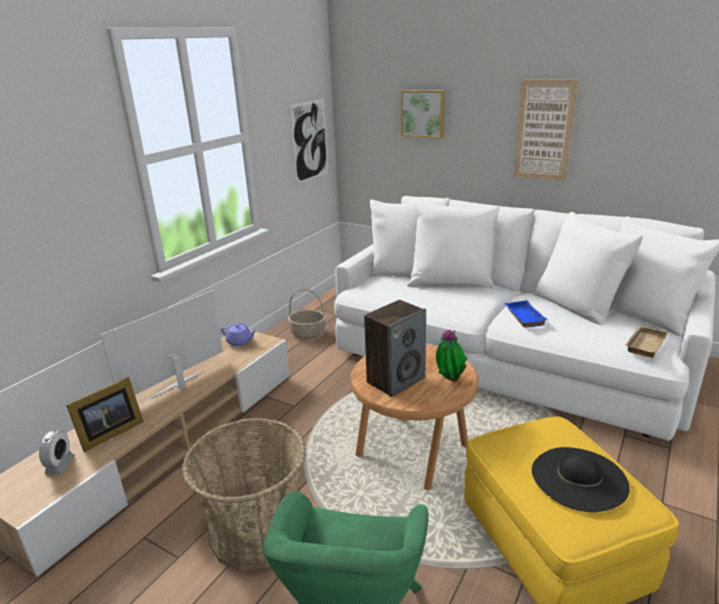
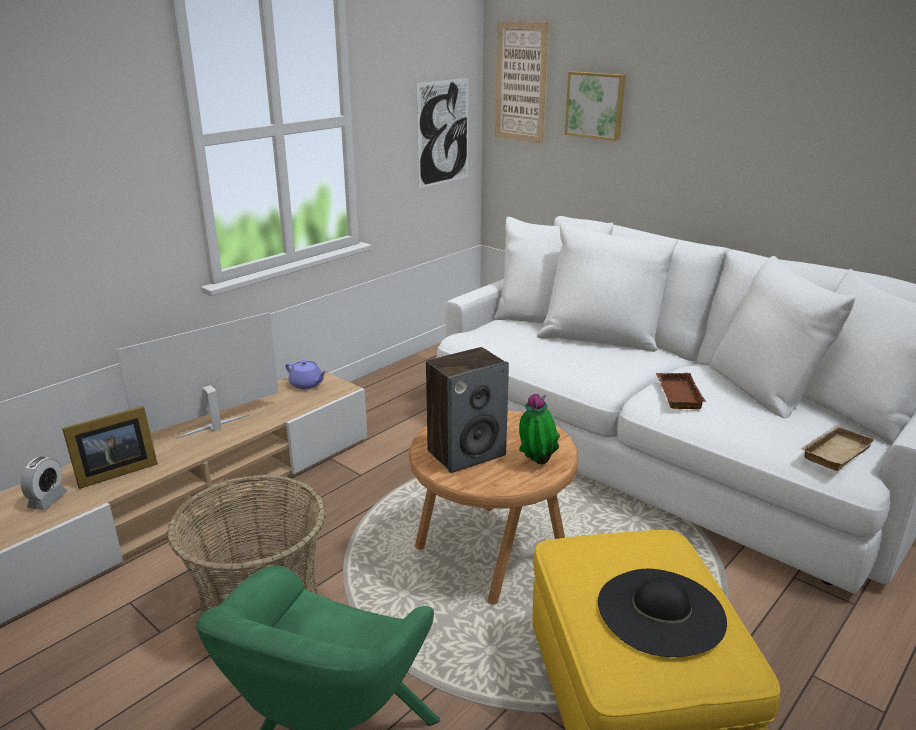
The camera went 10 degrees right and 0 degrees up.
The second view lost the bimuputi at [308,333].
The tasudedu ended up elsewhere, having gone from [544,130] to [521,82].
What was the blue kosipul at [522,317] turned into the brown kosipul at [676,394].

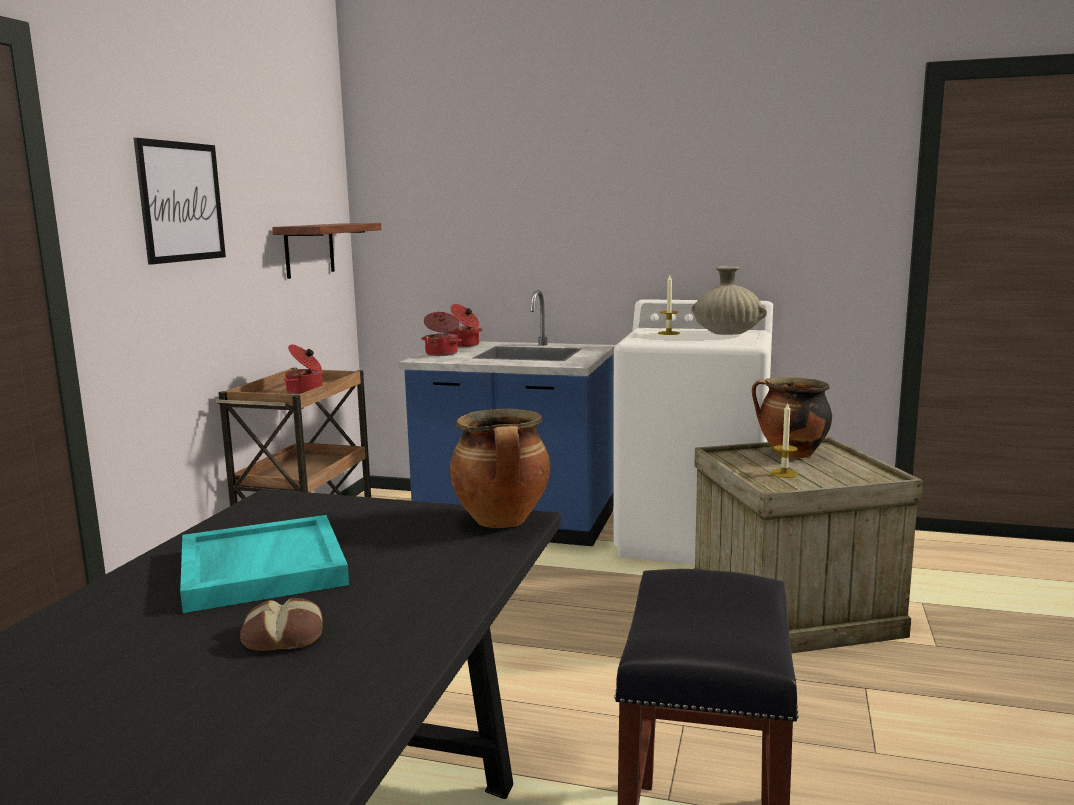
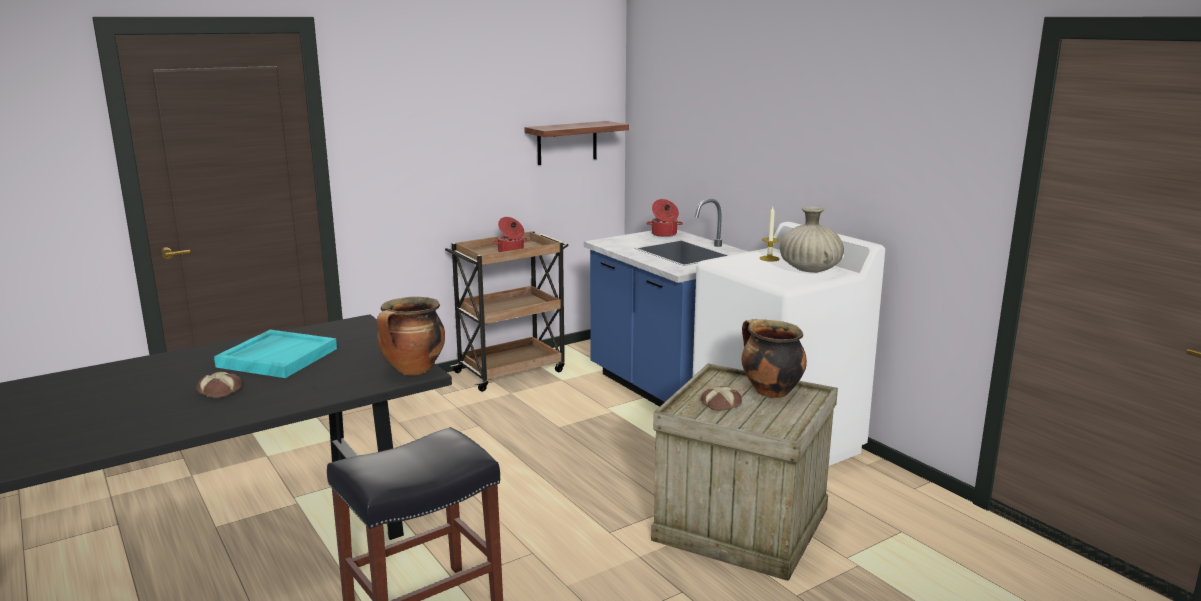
The camera went 40 degrees right and 5 degrees up.
The second view lost the tasudedu at [181,202].
The second view lost the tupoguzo at [442,353].
Where the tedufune stood at [784,473], the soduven came to stand at [720,403].

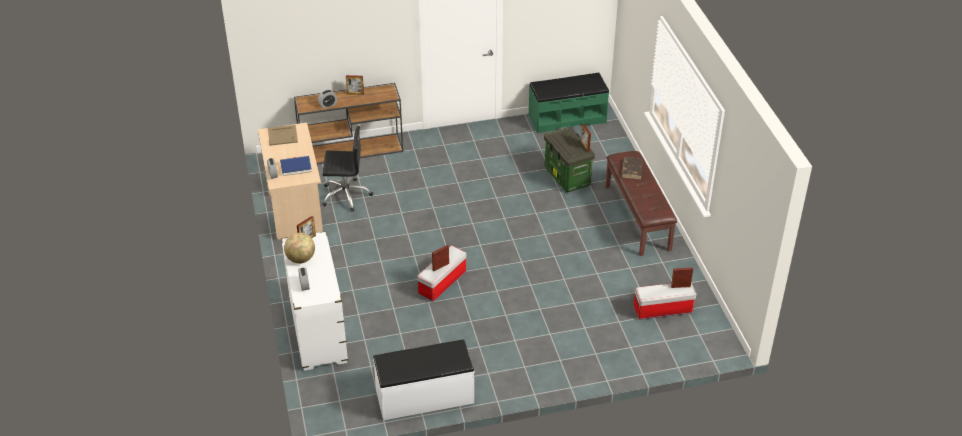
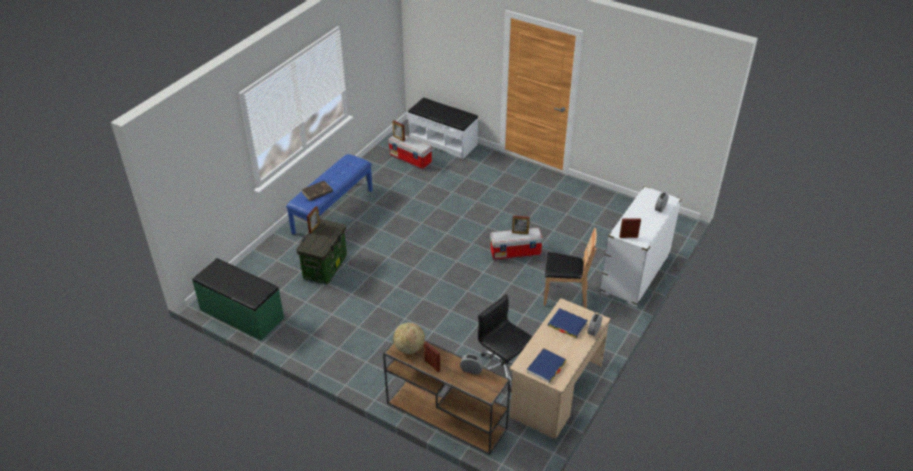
The camera went 135 degrees left and 0 degrees up.
The second view gained the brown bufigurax at [564,296].
The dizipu ended up elsewhere, having gone from [301,259] to [409,348].
The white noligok ended up elsewhere, having gone from [425,397] to [443,142].
Where the beige kosipul stood at [283,135], the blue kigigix came to stand at [546,367].
What was the brown noligok at [638,217] turned into the blue noligok at [332,211].

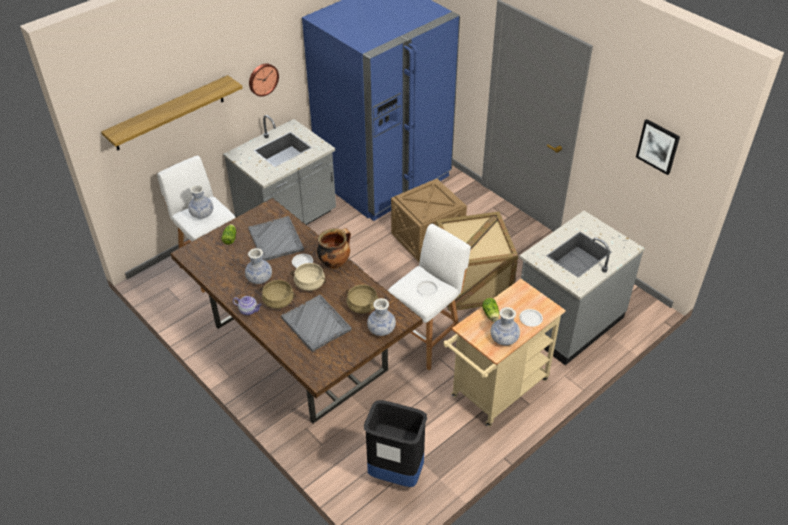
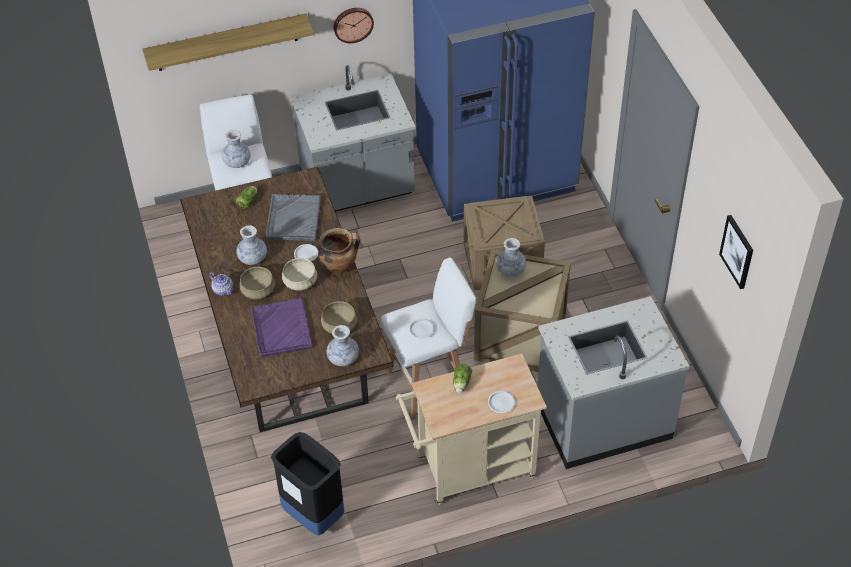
The camera went 25 degrees right and 5 degrees up.
The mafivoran ended up elsewhere, having gone from [504,339] to [510,270].
What was the grey kosipul at [316,324] turned into the purple kosipul at [281,329].

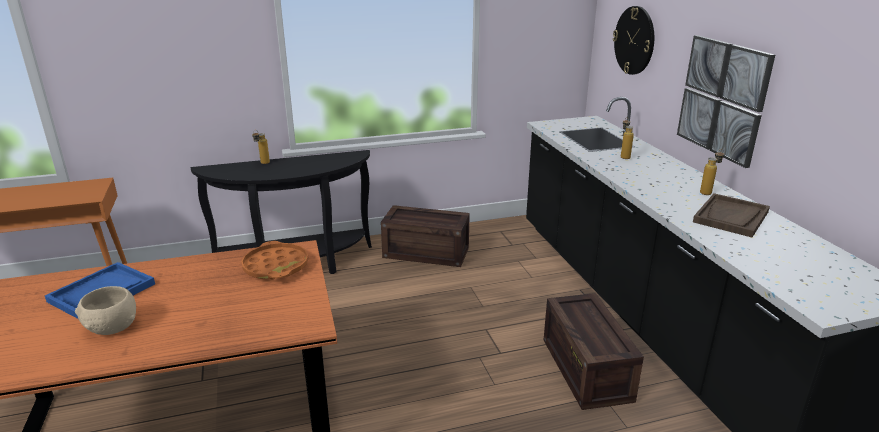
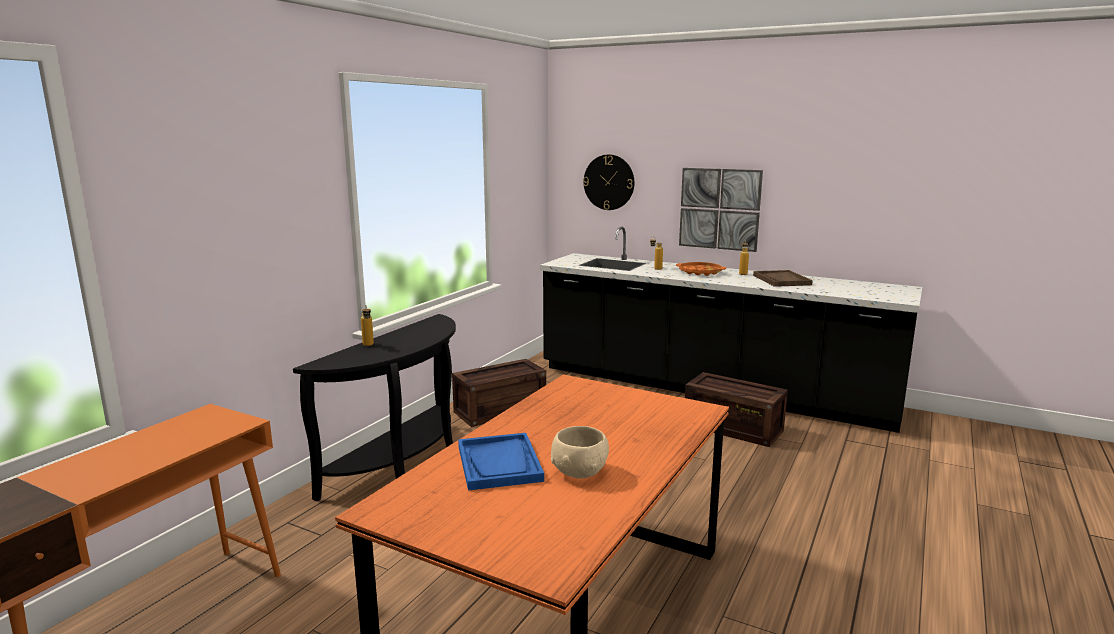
The camera went 45 degrees left and 10 degrees down.
The orange kosipul ended up elsewhere, having gone from [276,266] to [700,272].

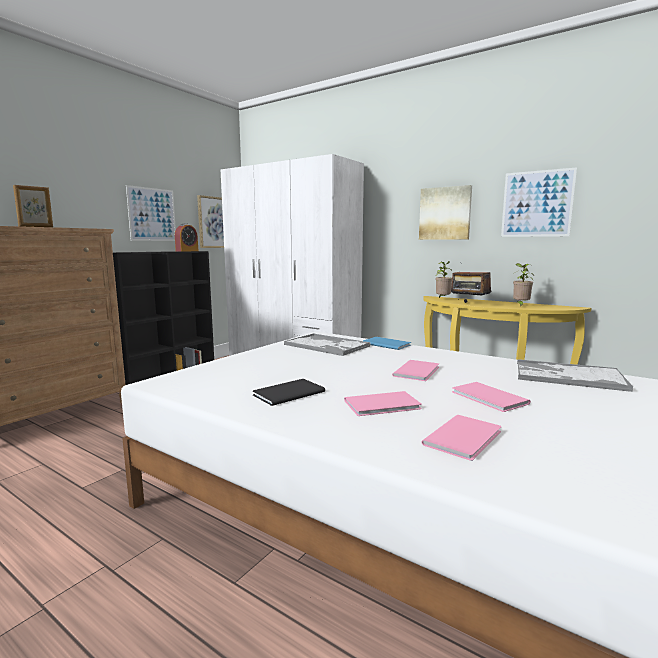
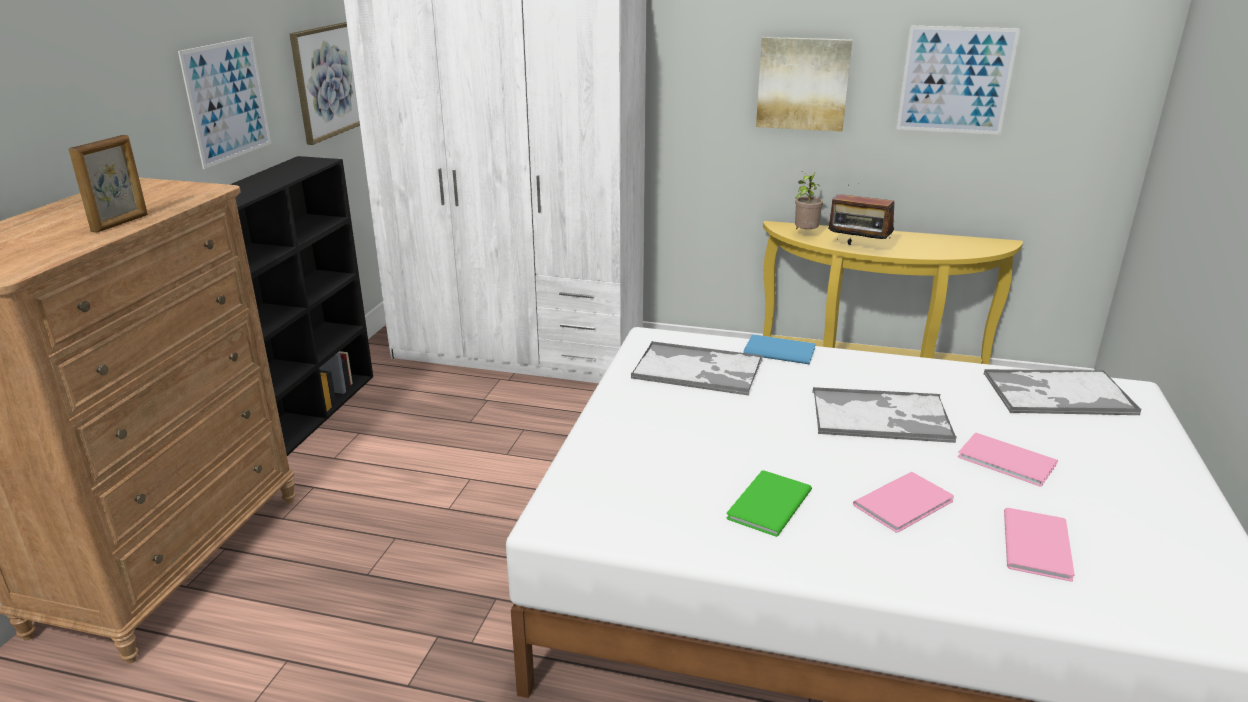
The camera went 20 degrees left and 15 degrees up.
The second view lost the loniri at [187,251].
The second view lost the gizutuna at [520,305].
Where the pink kigigix stood at [418,371], the kosipul came to stand at [881,416].
What was the black kigigix at [286,393] turned into the green kigigix at [766,505].

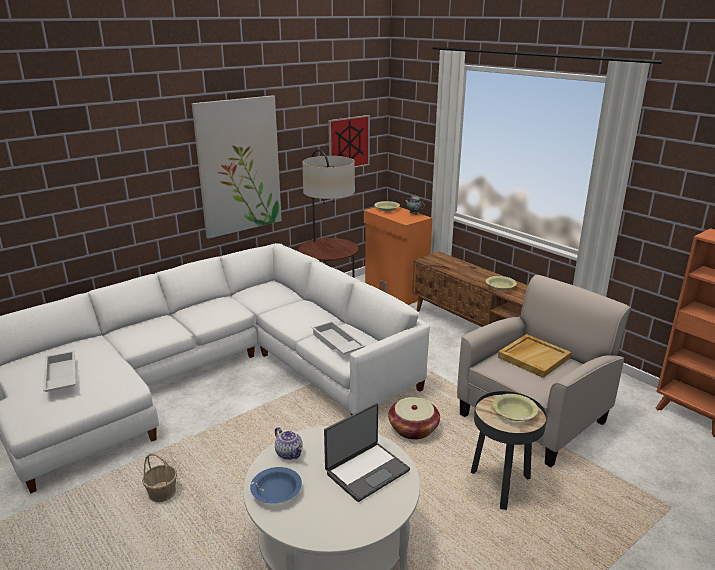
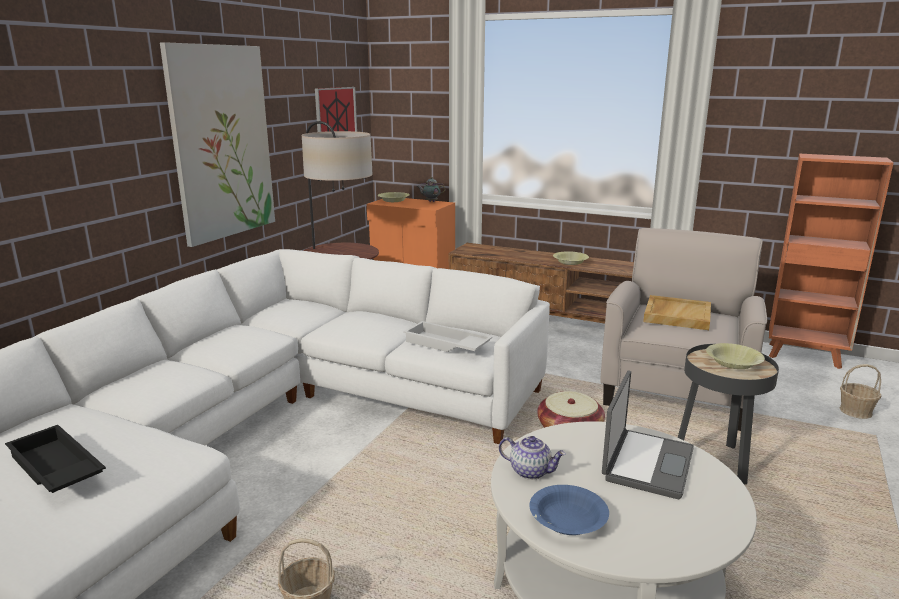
The camera went 25 degrees left and 5 degrees down.
The second view gained the bimuputi at [856,411].
What was the white kosipul at [60,377] turned into the black kosipul at [54,469].

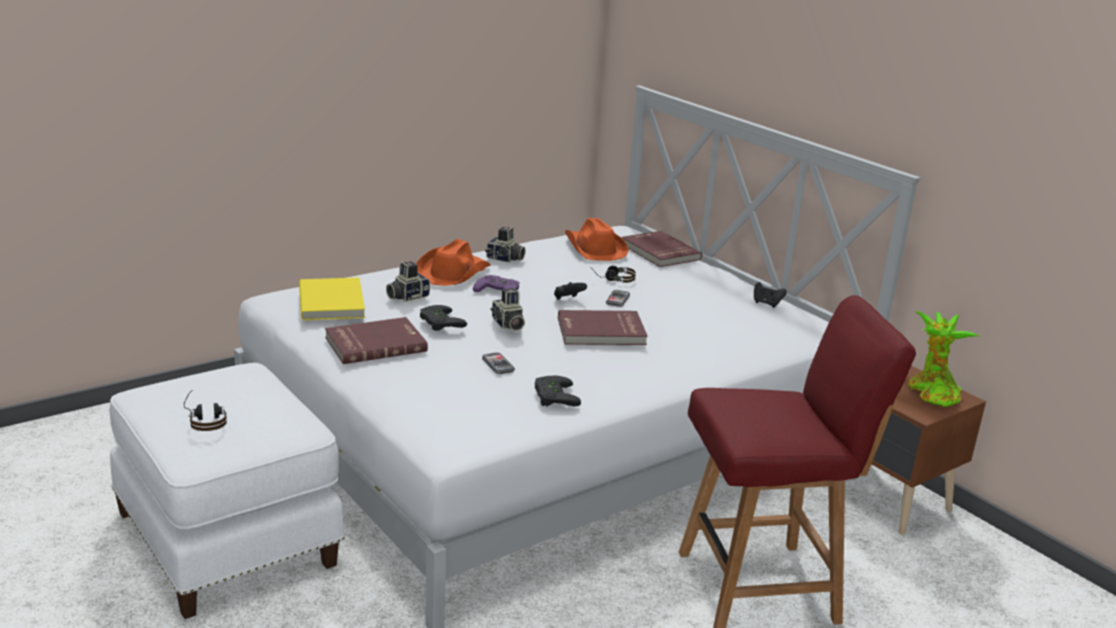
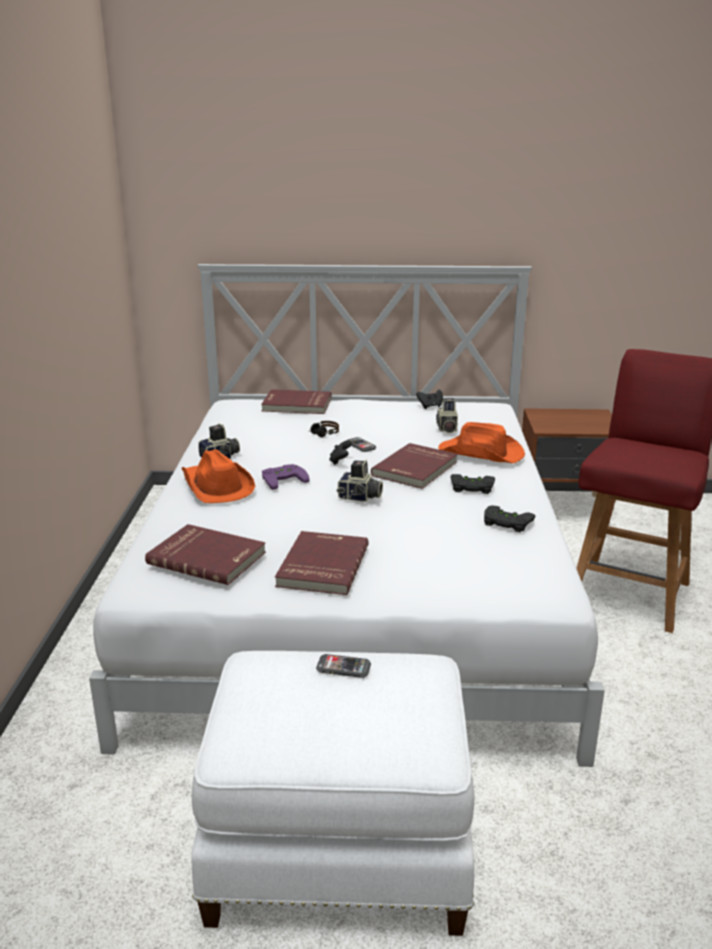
The camera went 50 degrees left and 0 degrees up.
The second view lost the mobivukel at [205,419].
The second view lost the gizutuna at [931,393].
The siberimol ended up elsewhere, having gone from [407,296] to [446,429].
The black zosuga ended up elsewhere, having gone from [438,322] to [471,488].
The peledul ended up elsewhere, having gone from [498,365] to [343,667].
The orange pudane ended up elsewhere, having gone from [594,249] to [482,453].
What was the yellow kigigix at [333,302] turned into the red kigigix at [208,557].

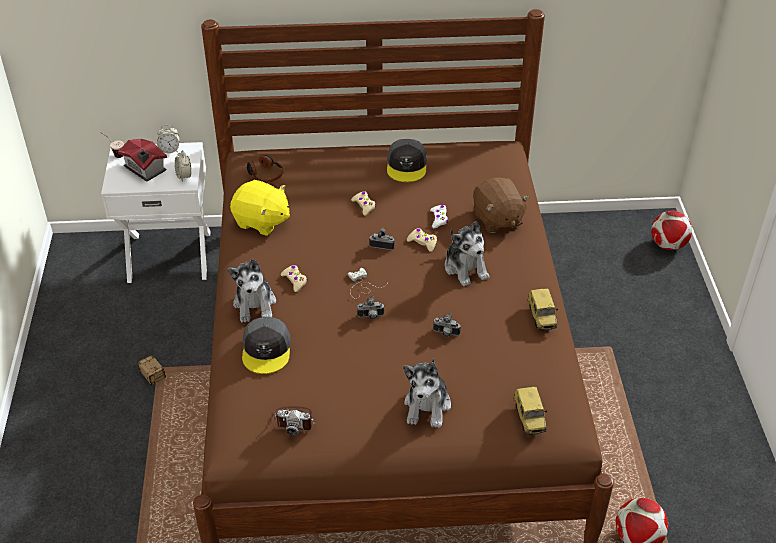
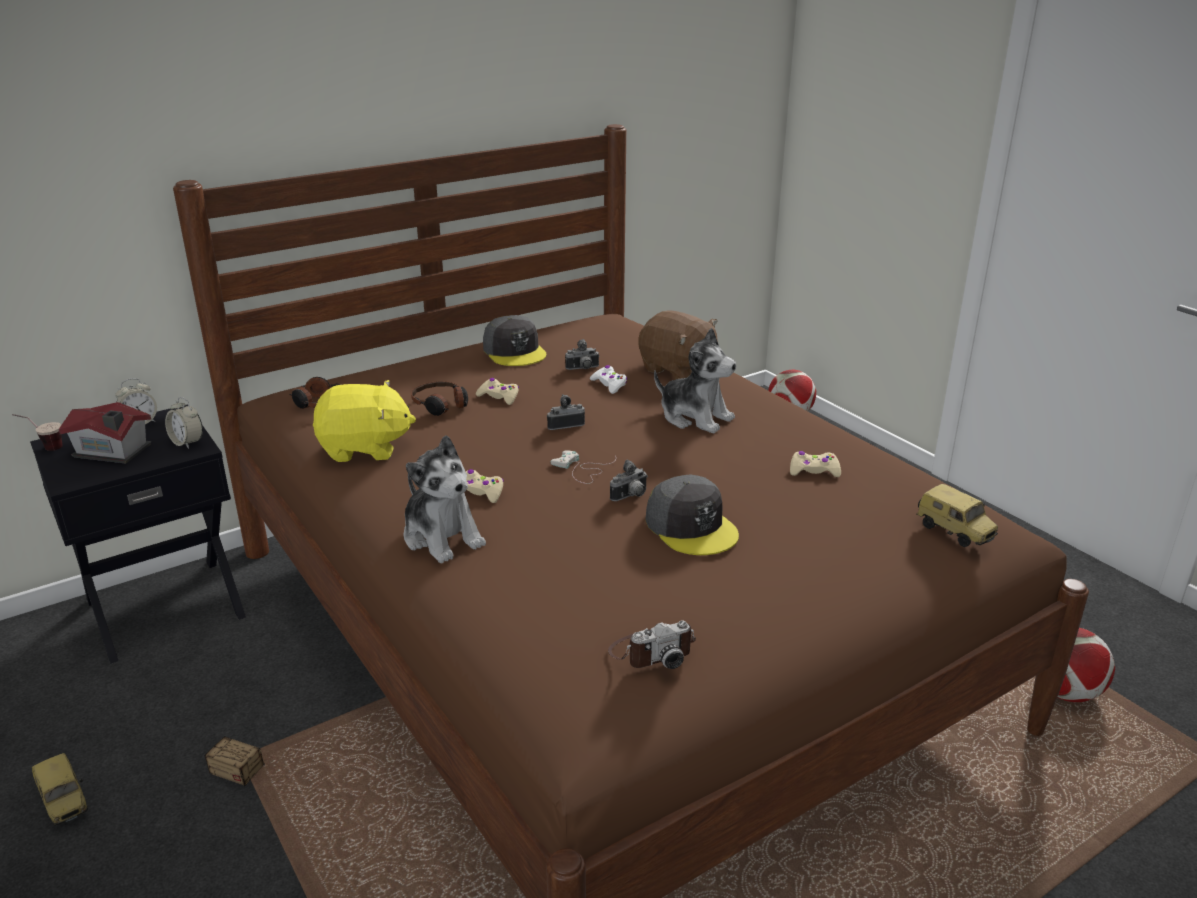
The camera went 30 degrees left and 15 degrees down.
The second view lost the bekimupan at [427,406].
The second view gained the mobivukel at [441,405].
The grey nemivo ended up elsewhere, having gone from [267,349] to [691,527].
The beige zosuga ended up elsewhere, having gone from [423,242] to [813,470].
The siberimol ended up elsewhere, having gone from [445,334] to [583,369].
The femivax ended up elsewhere, having gone from [542,318] to [66,803].
What was the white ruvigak at [170,255] turned into the black ruvigak at [165,607].

